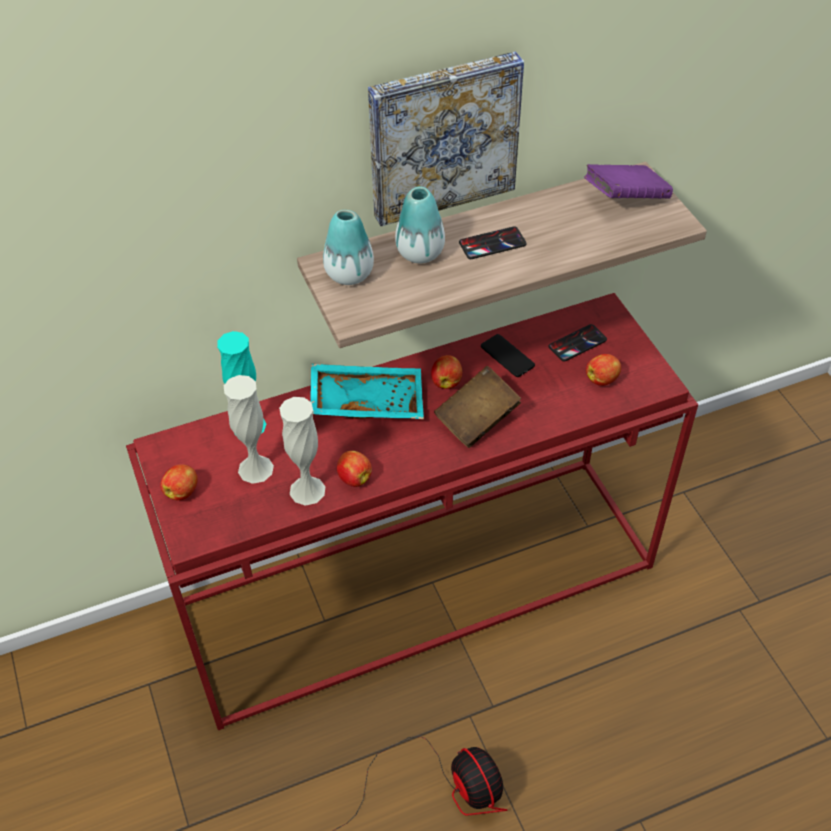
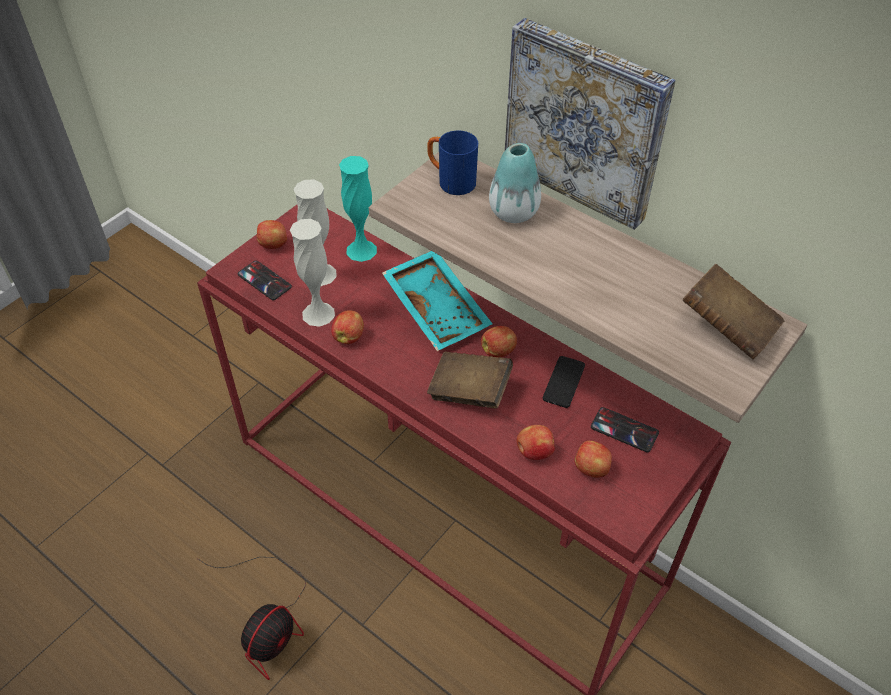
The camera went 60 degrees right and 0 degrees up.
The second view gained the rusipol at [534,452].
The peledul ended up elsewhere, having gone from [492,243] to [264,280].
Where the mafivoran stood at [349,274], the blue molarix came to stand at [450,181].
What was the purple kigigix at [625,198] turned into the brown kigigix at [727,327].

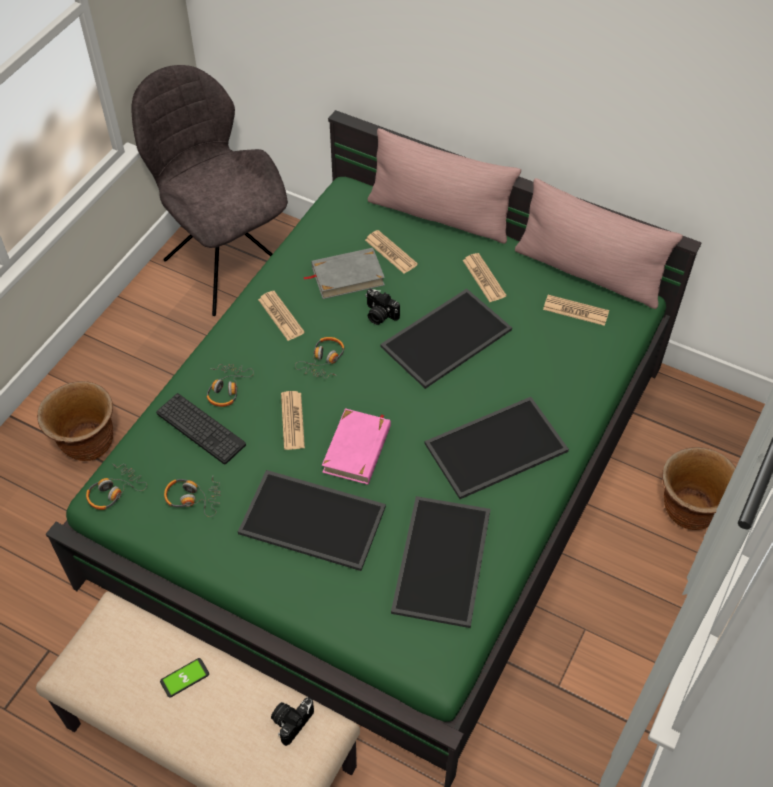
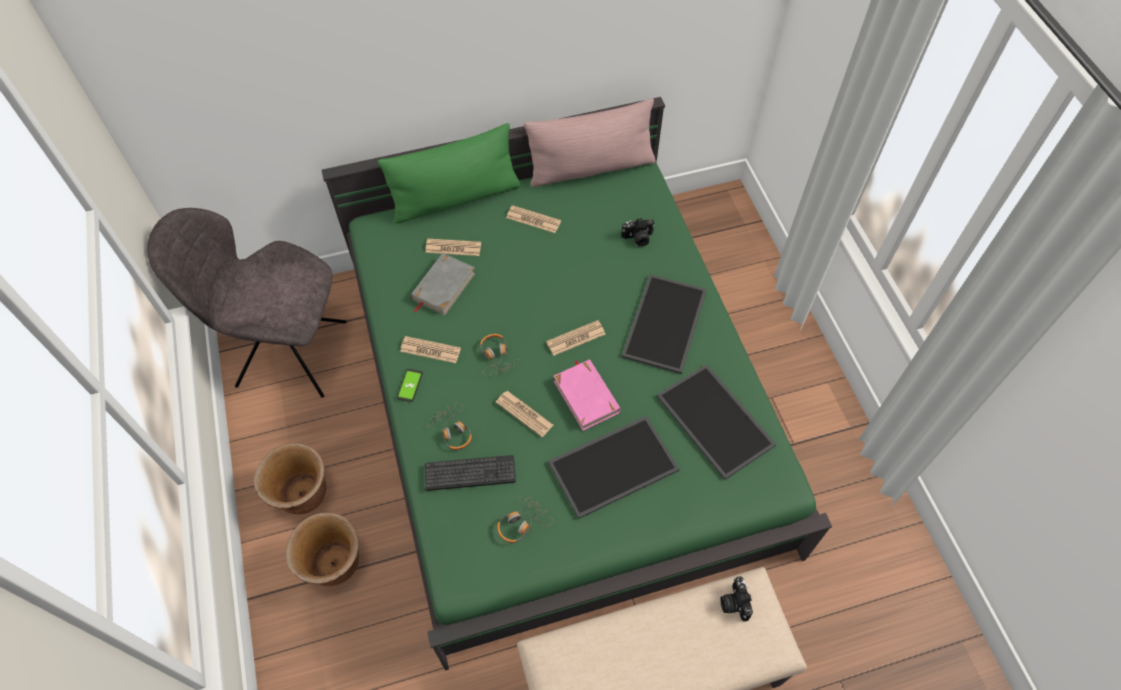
The camera went 45 degrees left and 5 degrees up.
The second view lost the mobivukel at [115,491].
The second view lost the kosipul at [446,336].
The peledul ended up elsewhere, having gone from [184,678] to [409,385].
The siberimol ended up elsewhere, having gone from [379,315] to [638,238].
The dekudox ended up elsewhere, having gone from [575,311] to [576,338].
The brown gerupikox ended up elsewhere, having gone from [688,511] to [303,495].
What was the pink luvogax at [439,215] turned into the green luvogax at [455,198].

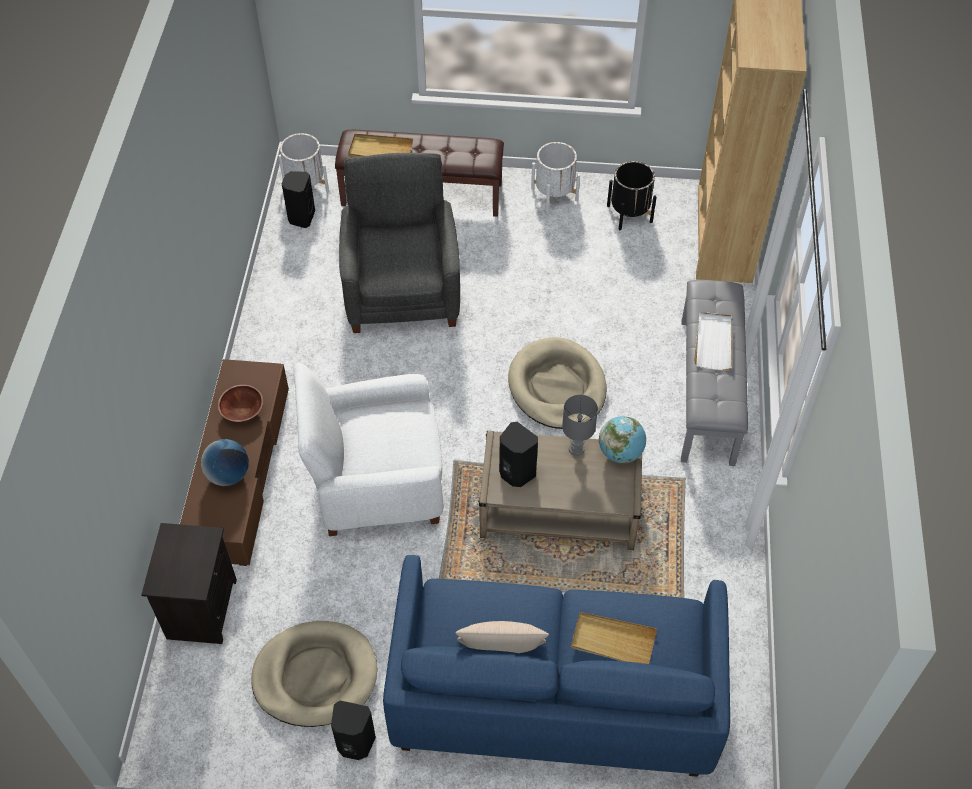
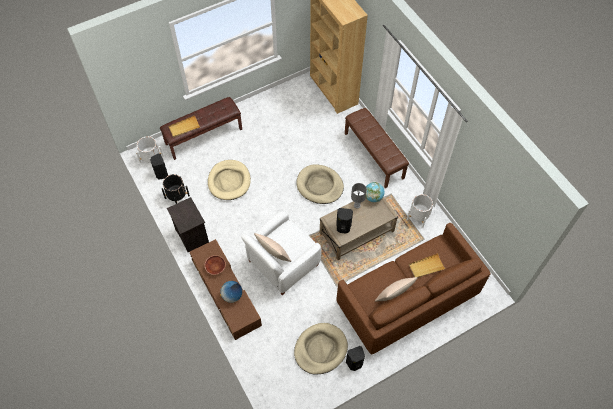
The camera went 35 degrees left and 5 degrees up.
The second view lost the white kosipul at [713,342].
The second view gained the beige luvogax at [273,255].
The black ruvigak ended up elsewhere, having gone from [200,607] to [191,235].
The white gerupikox ended up elsewhere, having gone from [554,194] to [418,216].
The black gerupikox ended up elsewhere, having gone from [629,214] to [177,197].
Where the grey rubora stood at [402,290], the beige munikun came to stand at [229,181].
What was the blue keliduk at [553,694] turned into the brown keliduk at [407,300].
What was the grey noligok at [708,391] turned into the brown noligok at [374,155].

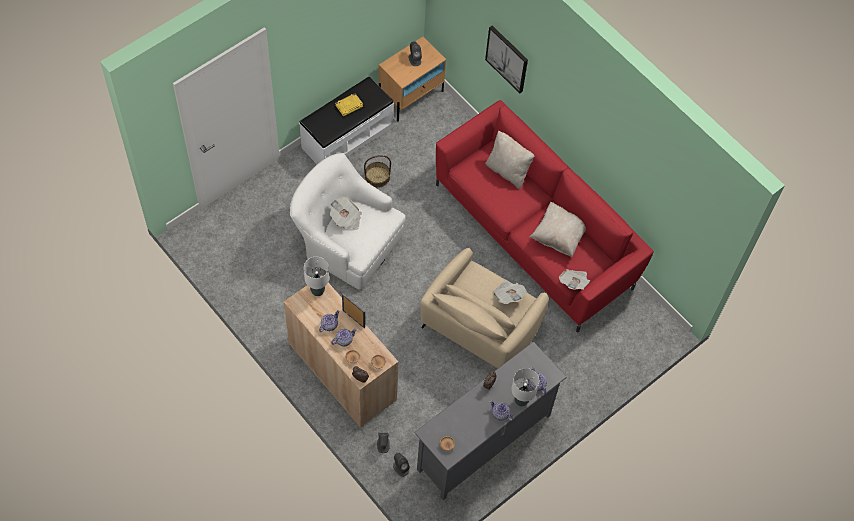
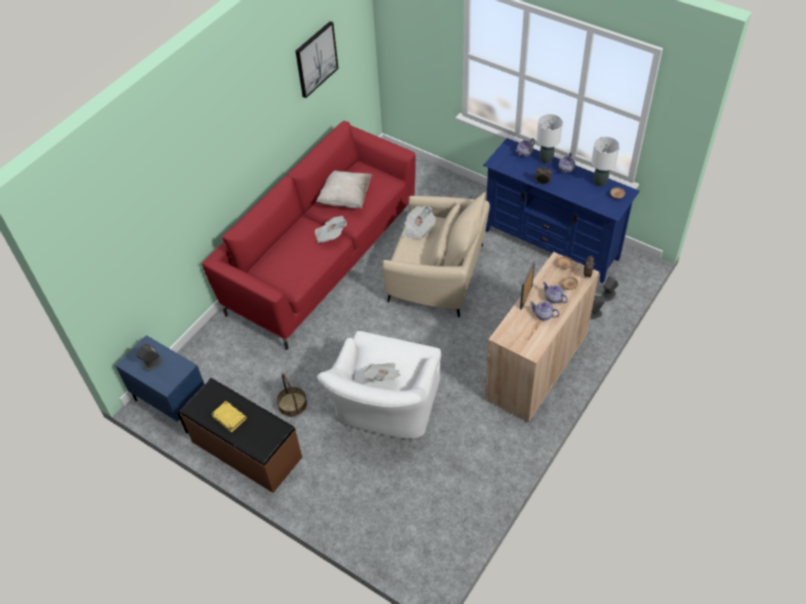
The camera went 100 degrees left and 10 degrees down.
The second view lost the beige luvogax at [507,171].
The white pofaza ended up elsewhere, having gone from [318,291] to [599,182].
The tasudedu ended up elsewhere, having gone from [507,58] to [316,59].
The dekudox ended up elsewhere, having gone from [574,283] to [330,235].
What was the white noligok at [346,137] turned into the brown noligok at [246,450].
What was the beige ruvigak at [411,96] turned into the blue ruvigak at [173,403].
What was the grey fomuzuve at [484,443] turned into the blue fomuzuve at [552,244].

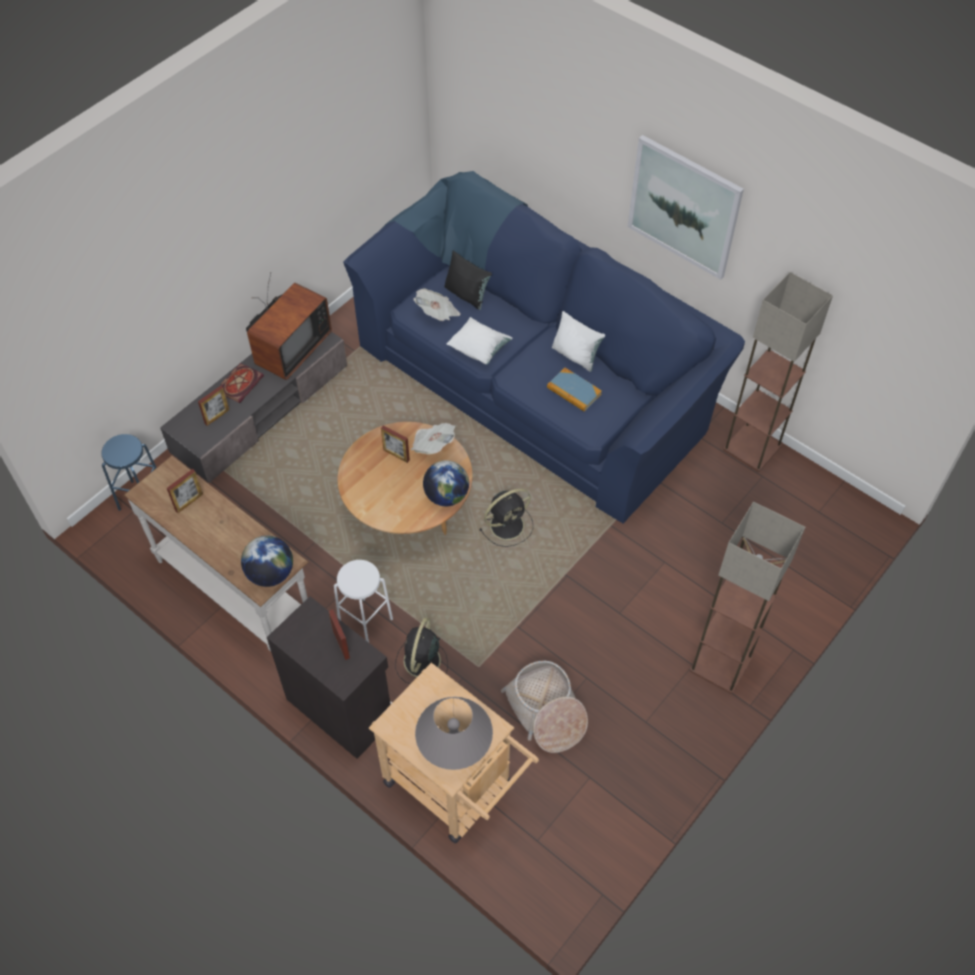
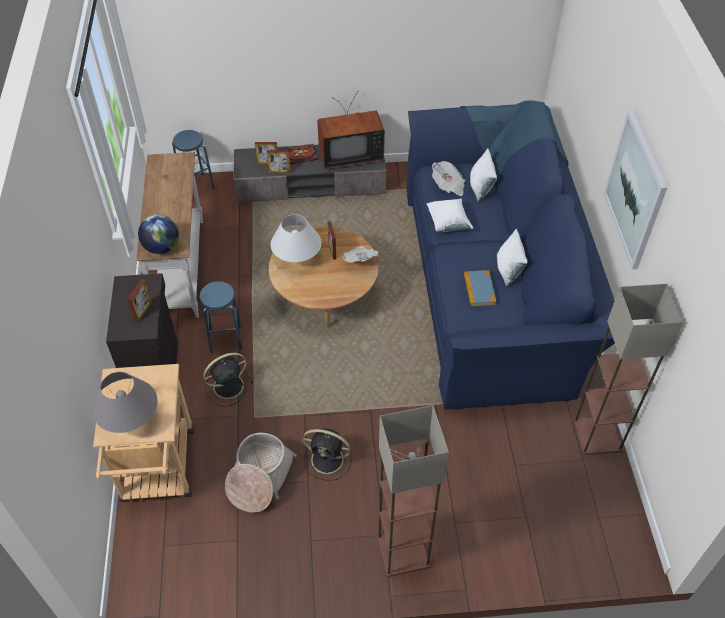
The camera went 45 degrees right and 5 degrees down.
The second view lost the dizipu at [446,496].
The second view gained the white pofaza at [297,257].
The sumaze ended up elsewhere, having gone from [189,502] to [279,172].
The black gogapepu ended up elsewhere, having gone from [508,524] to [329,460].
What was the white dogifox at [366,621] turned into the blue dogifox at [226,339].
What was the black luvogax at [467,295] turned into the white luvogax at [481,188].

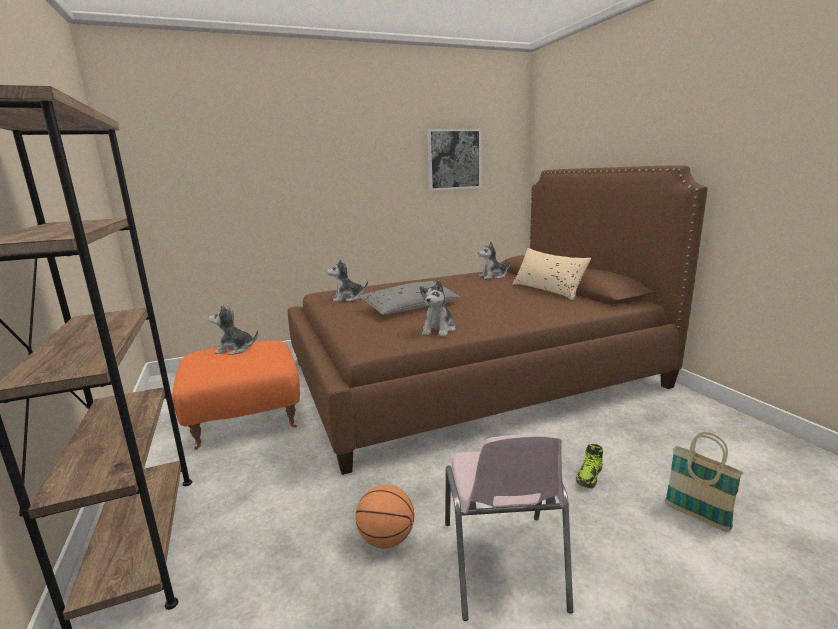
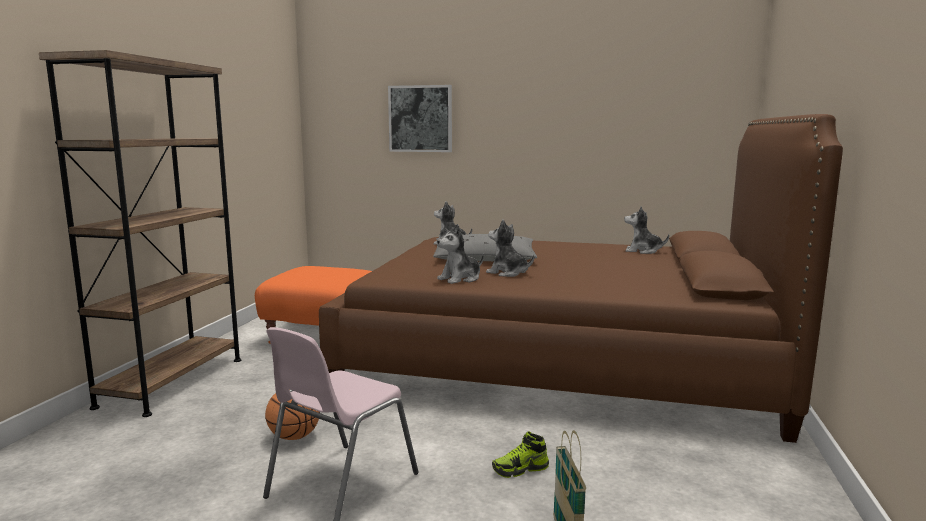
The camera went 35 degrees right and 5 degrees down.
The second view lost the beige luvogax at [547,290].
The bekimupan ended up elsewhere, having gone from [235,349] to [508,273].
The tasudedu ended up elsewhere, having gone from [454,159] to [420,119].

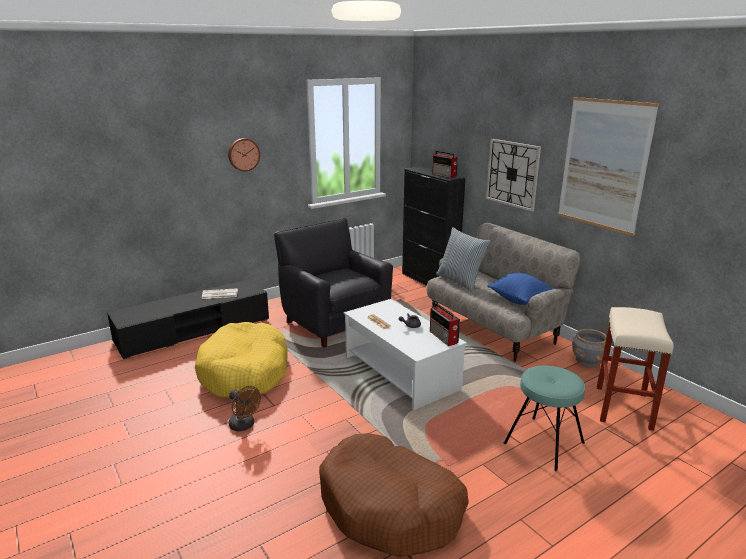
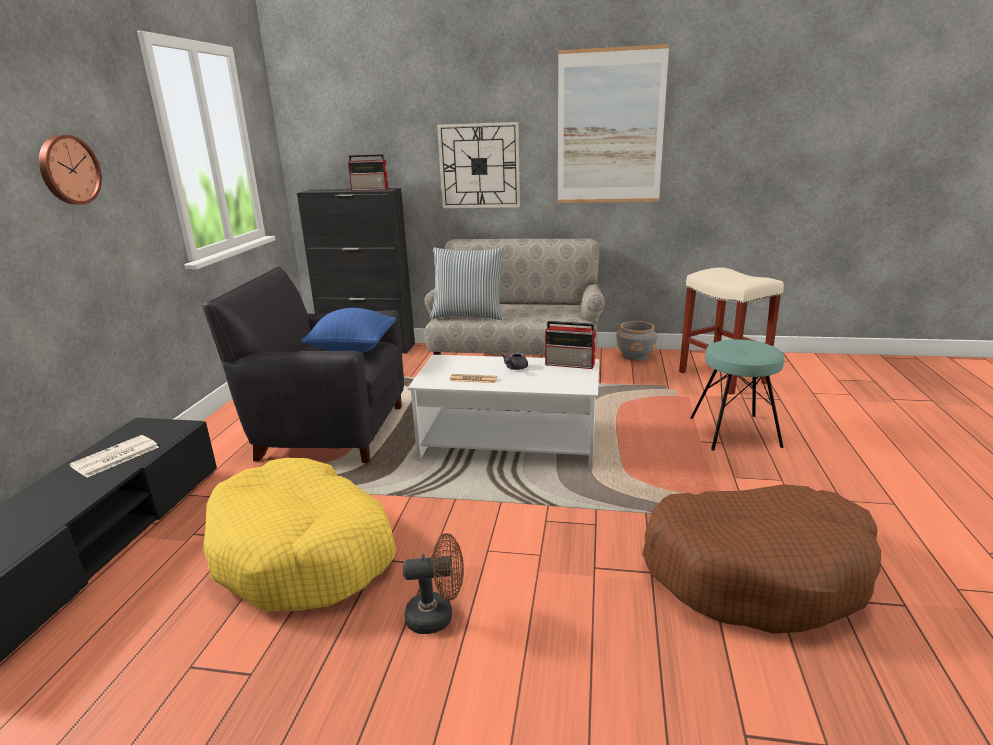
The camera went 45 degrees left and 0 degrees up.
The blue luvogax ended up elsewhere, having gone from [519,300] to [353,349].

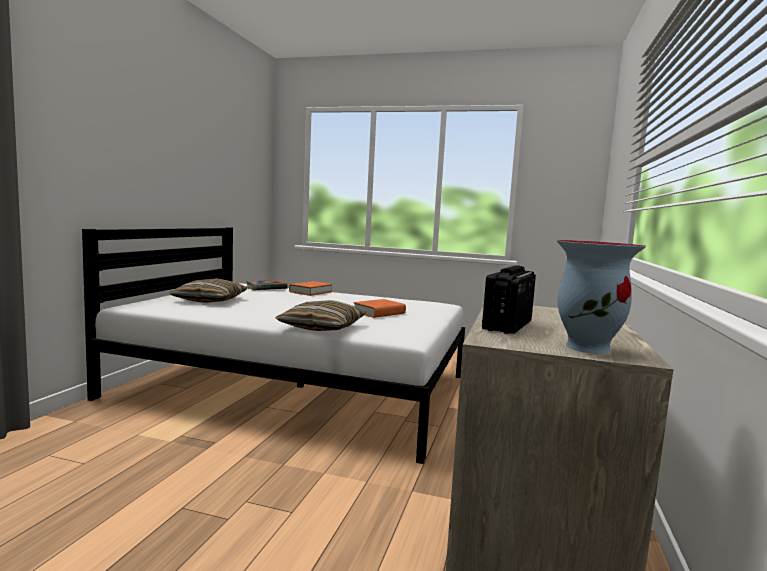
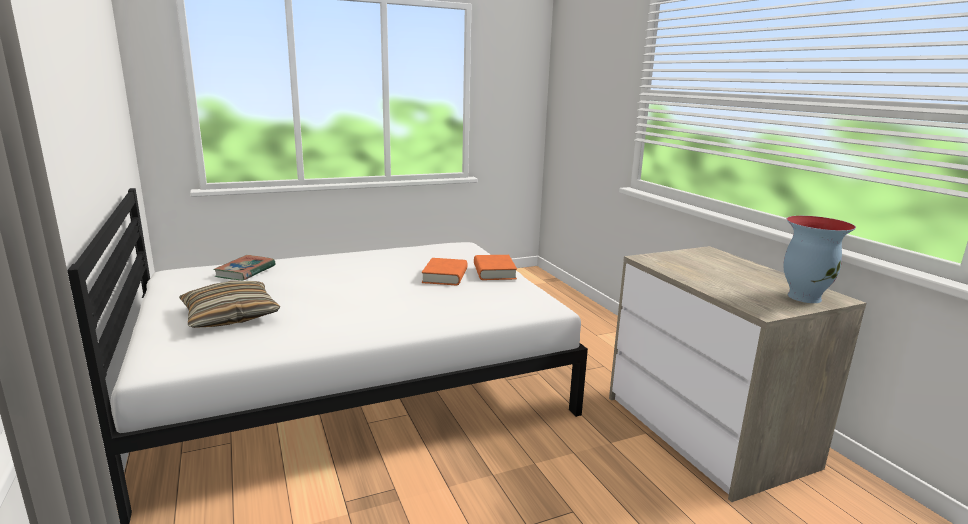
The camera went 40 degrees left and 10 degrees up.
The second view lost the luvogax at [322,327].
The second view lost the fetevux at [507,325].
The orange kigigix ended up elsewhere, having gone from [311,292] to [494,272].

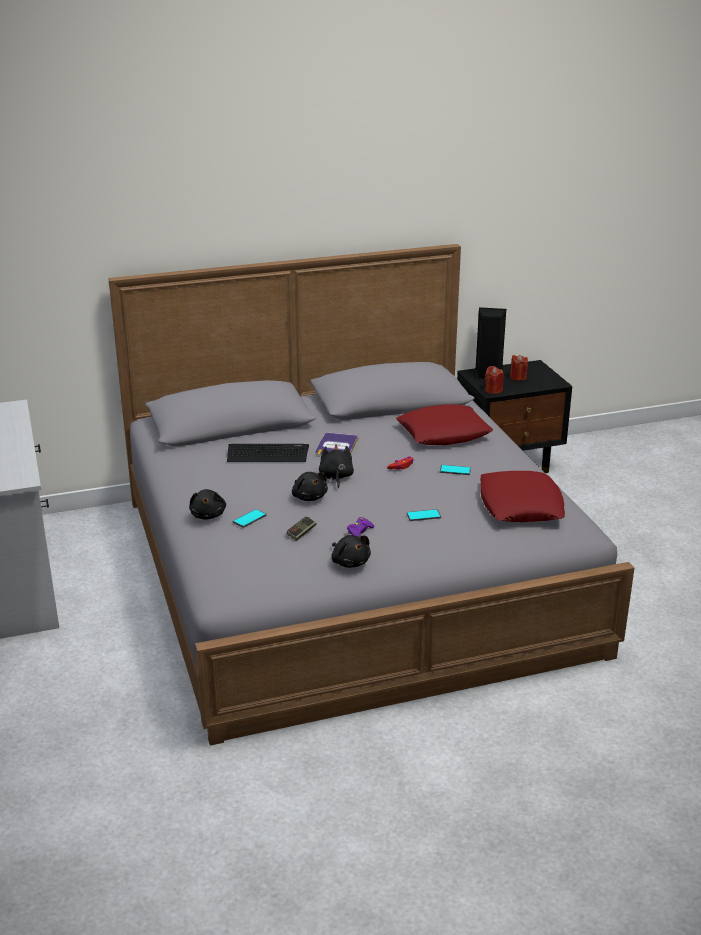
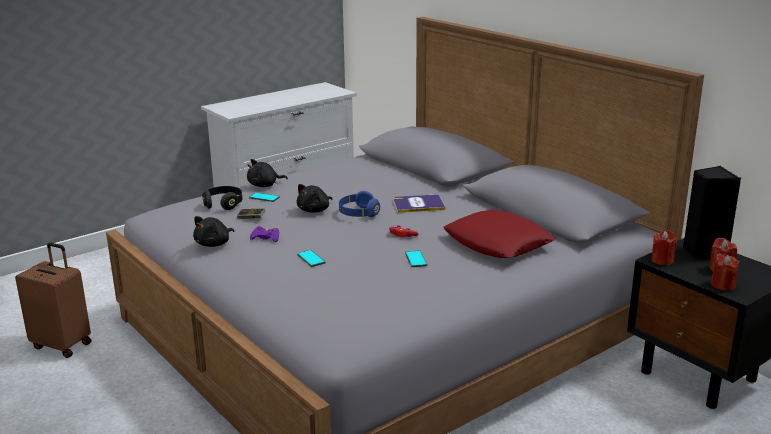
The camera went 70 degrees right and 5 degrees down.
The second view lost the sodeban at [267,454].
The second view lost the red luvogax at [520,505].
The second view gained the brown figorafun at [63,344].
The second view gained the black mobivukel at [223,204].
The second view gained the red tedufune at [723,285].
Where the black bekimupan stood at [336,477], the blue mobivukel came to stand at [358,214].

